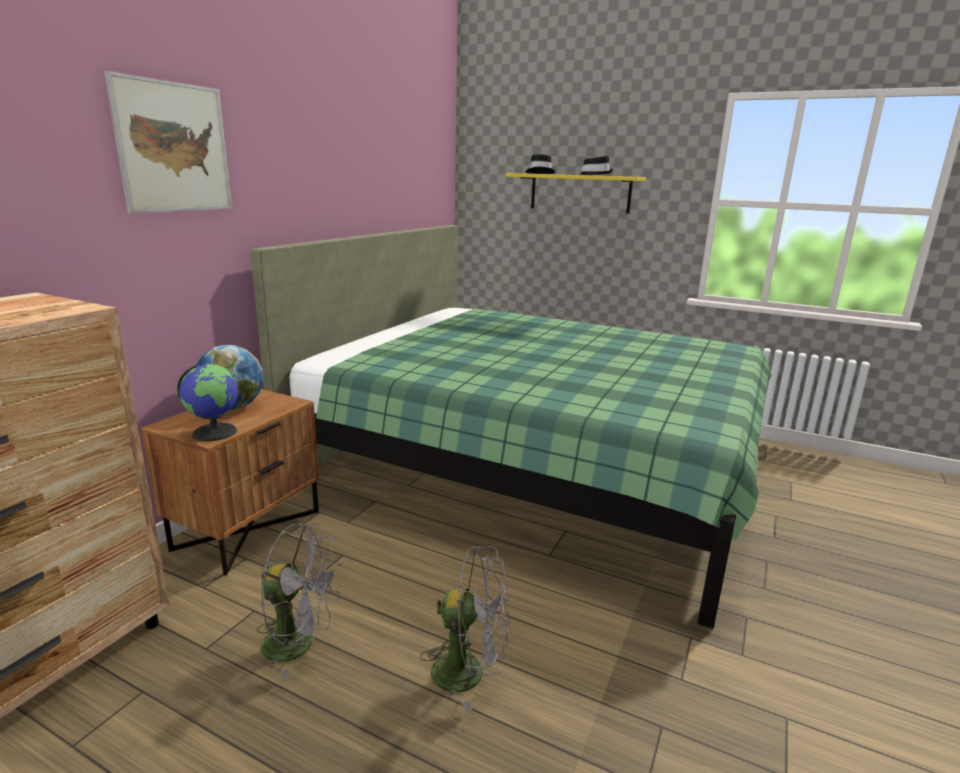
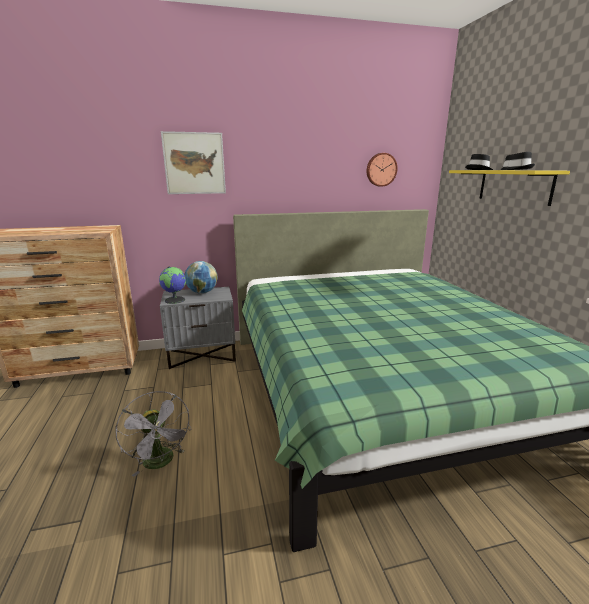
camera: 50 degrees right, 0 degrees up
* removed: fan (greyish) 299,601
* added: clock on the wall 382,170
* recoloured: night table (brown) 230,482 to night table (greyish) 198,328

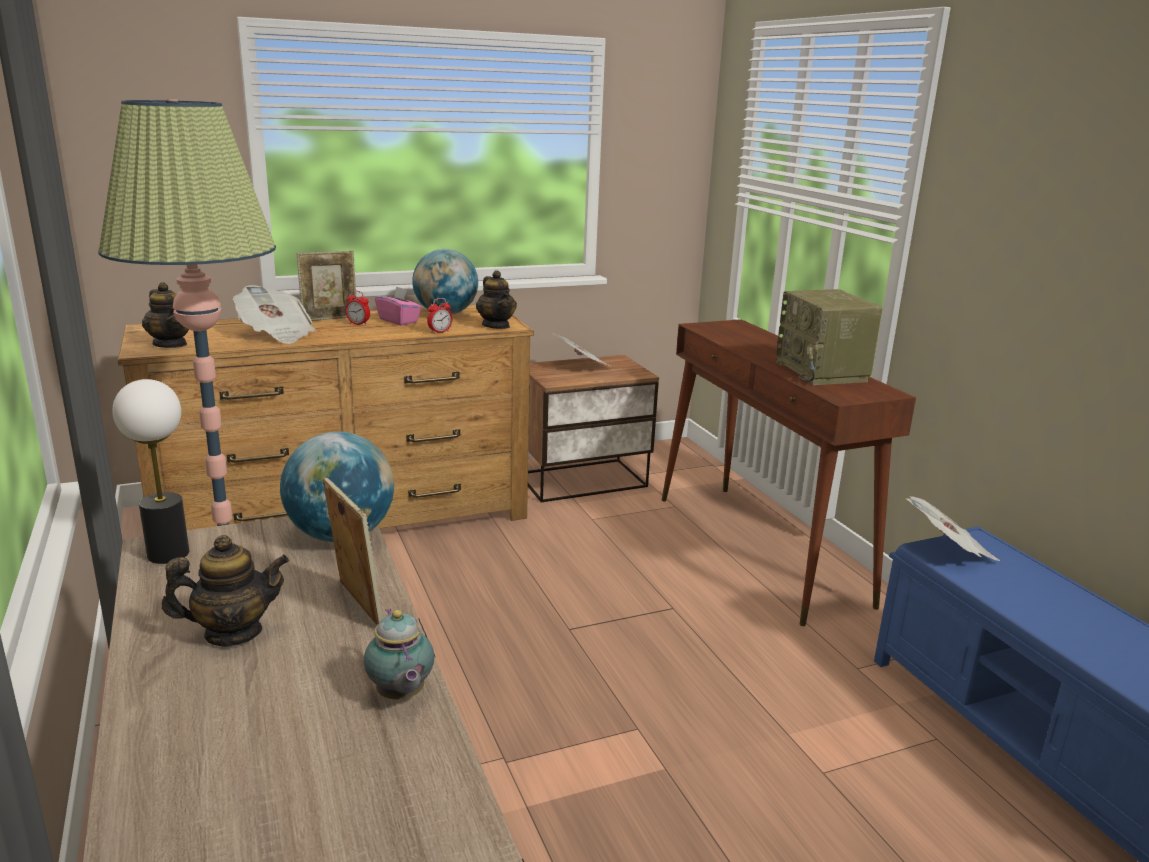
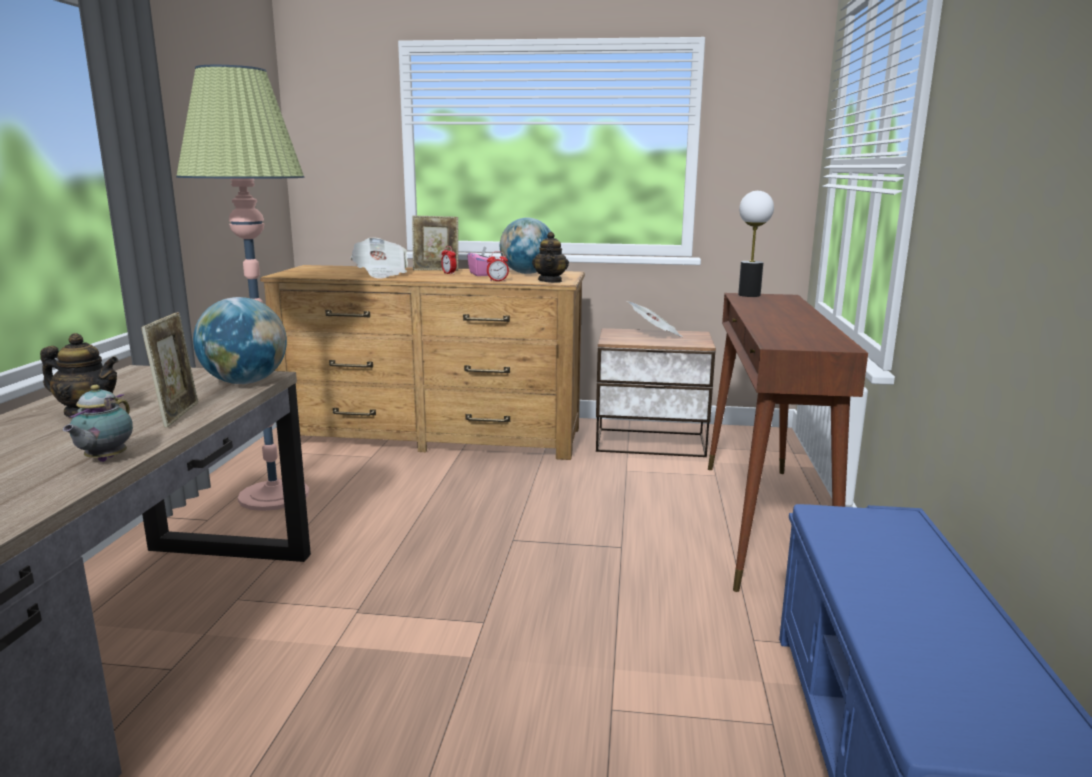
camera: 30 degrees right, 5 degrees down
* removed: teapot 165,315
* removed: radio set 829,337
* removed: daily paper 953,528
* moved: tabletop lamp 151,471 to 756,244

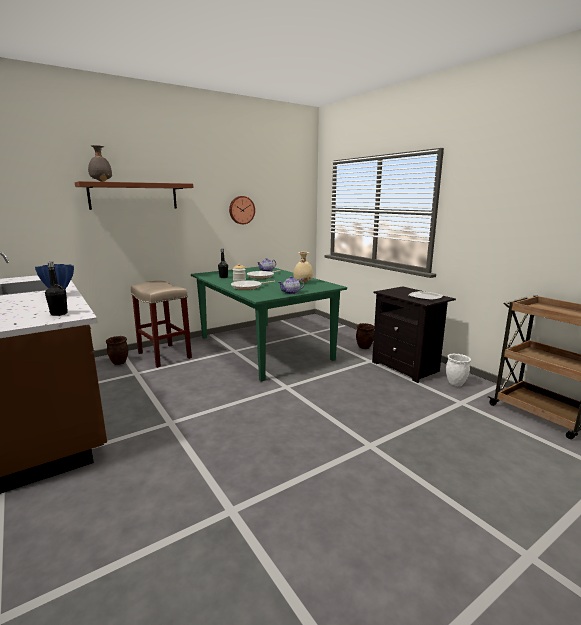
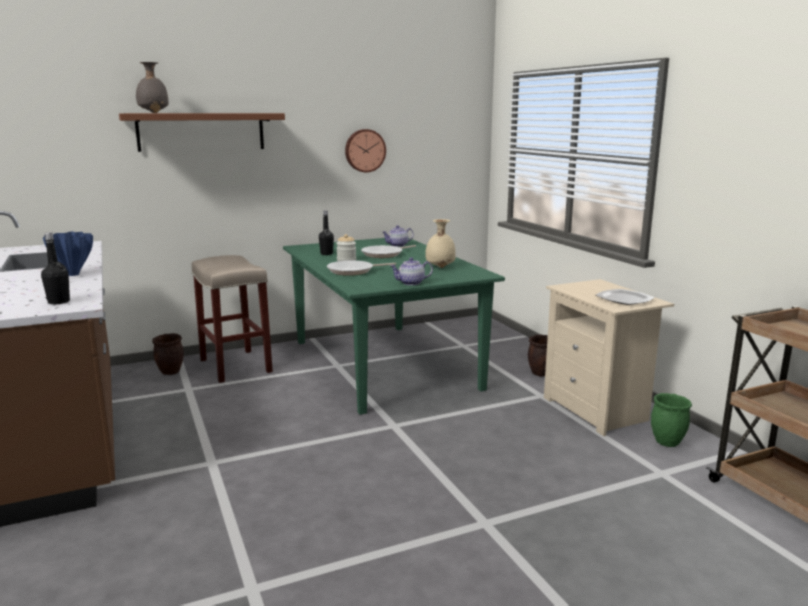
camera: 10 degrees right, 0 degrees up
* recoloured: night table (black-coloured) 414,334 to night table (beige) 609,357
* recoloured: flower pot (white) 458,370 to flower pot (green-coloured) 671,420

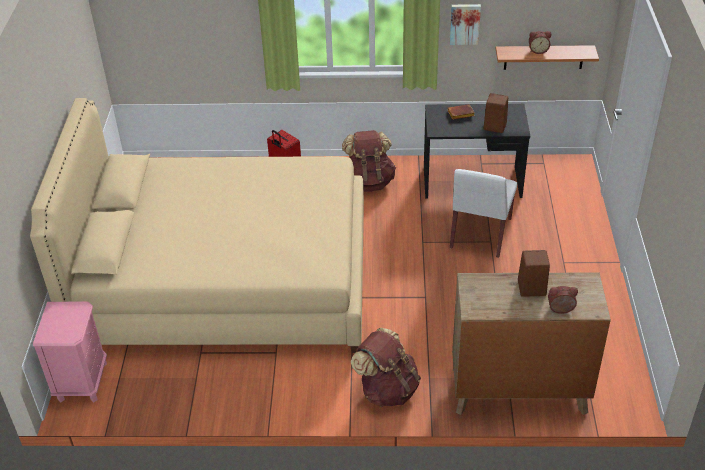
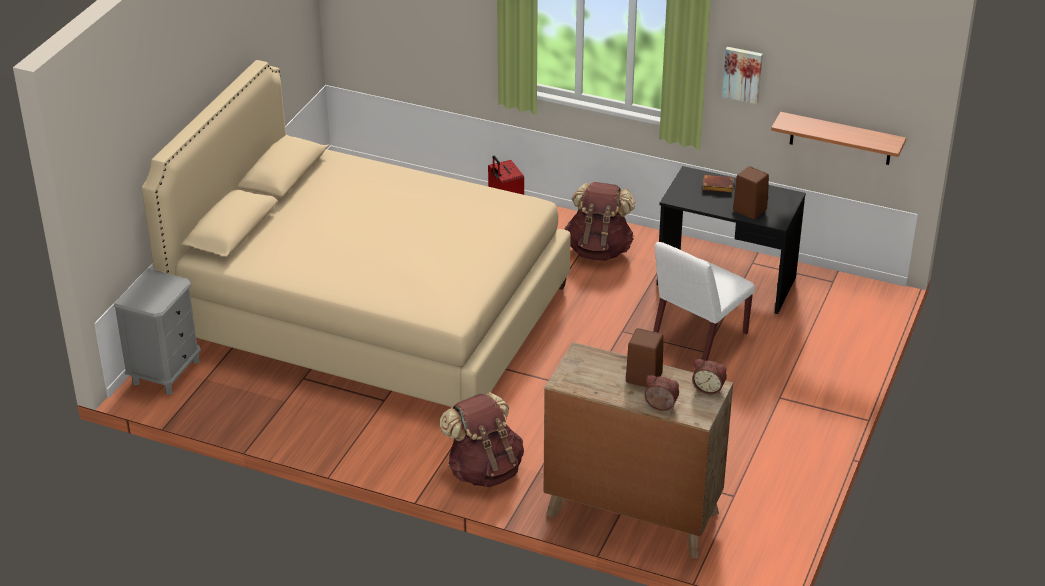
camera: 20 degrees right, 5 degrees down
* moved: bedside clock 540,42 to 709,377
* recoloured: night table (pink) 70,352 to night table (greyish) 157,331

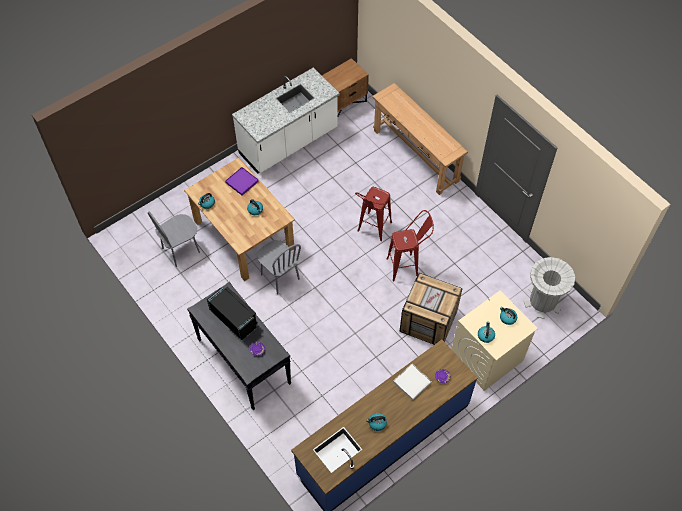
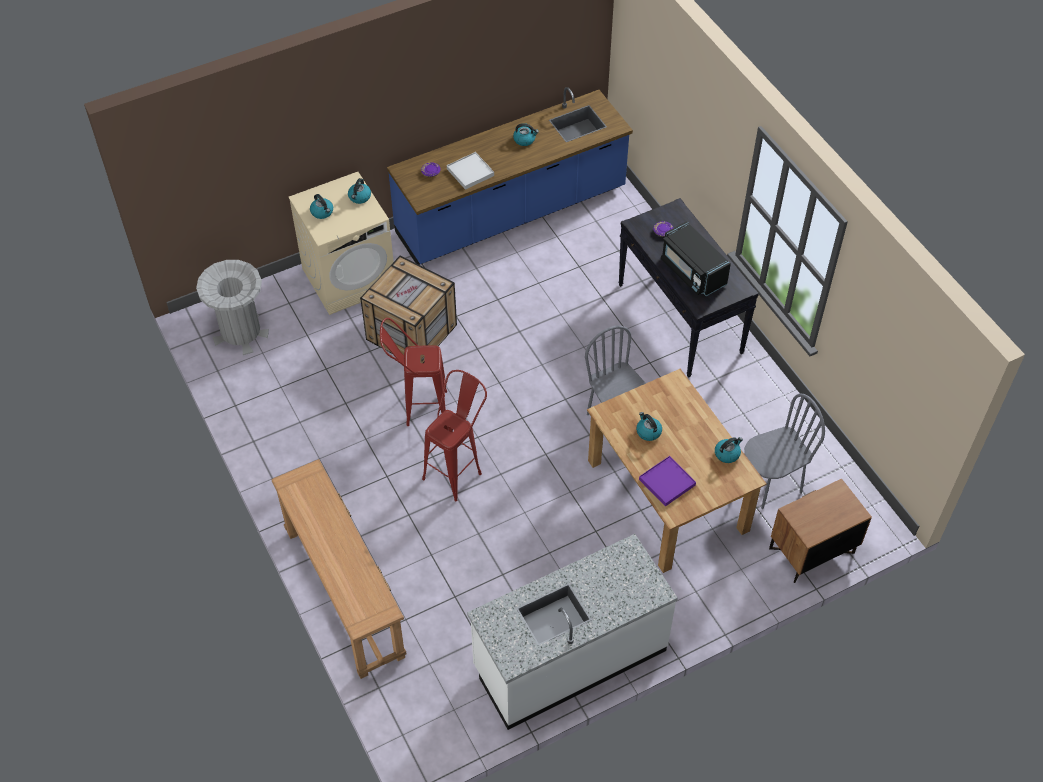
camera: 170 degrees left, 5 degrees down
* moved: night table (brown) 345,87 to 820,531

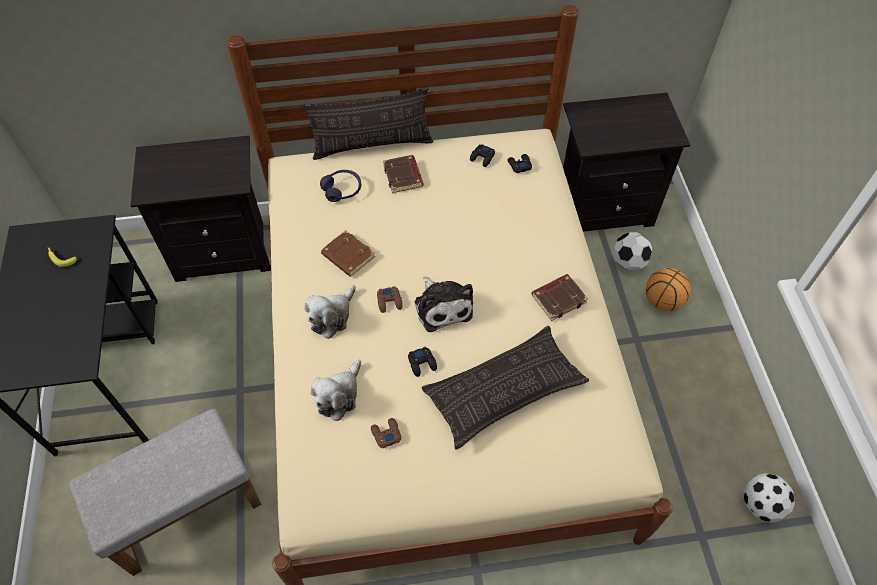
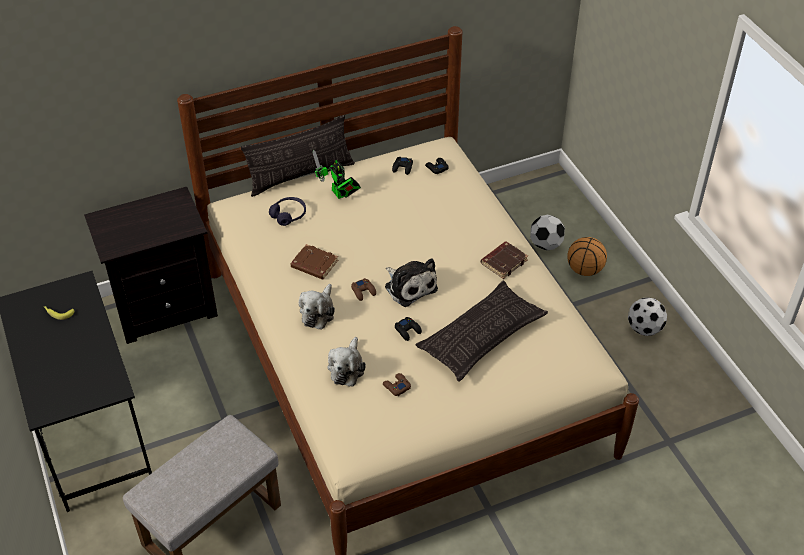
camera: 15 degrees left, 10 degrees down
* removed: night table (black-coloured) 626,162
* moved: ball for football 769,498 to 647,316
* replaced: volume (brown) 403,174 to model robot 336,174

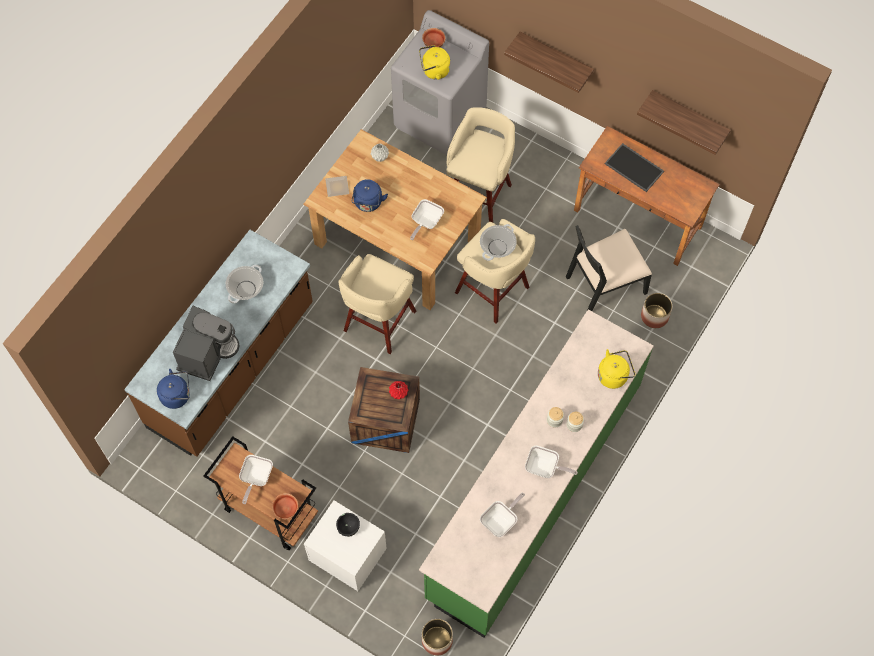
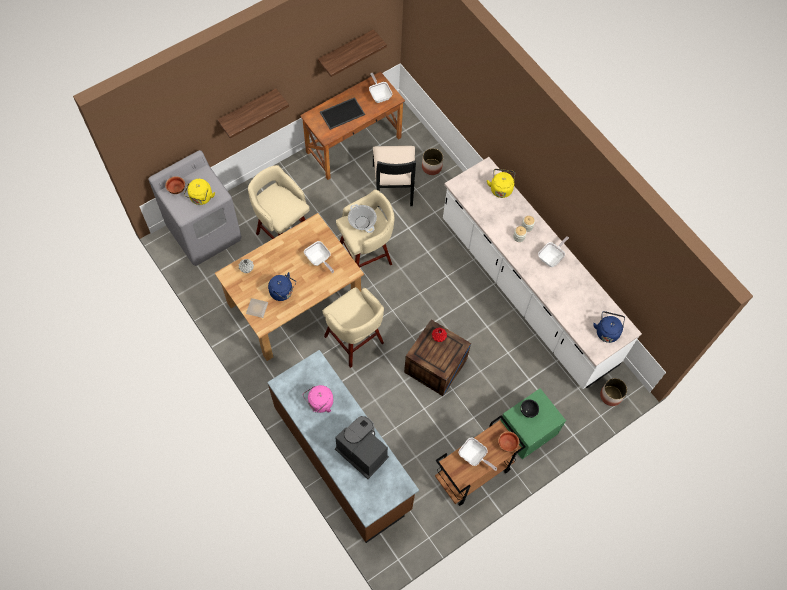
camera: 70 degrees left, 0 degrees up
* moved: water kettle (blue) 173,389 to 609,327
* moved: pan 502,515 to 380,88
* replaced: saucepot 245,284 to water kettle (pink) 318,399
* recoloured: night table (white) 345,545 to night table (green-coloured) 533,423
* recoloured: kitchen base unit (green-coloured) 536,473 to kitchen base unit (white) 542,273

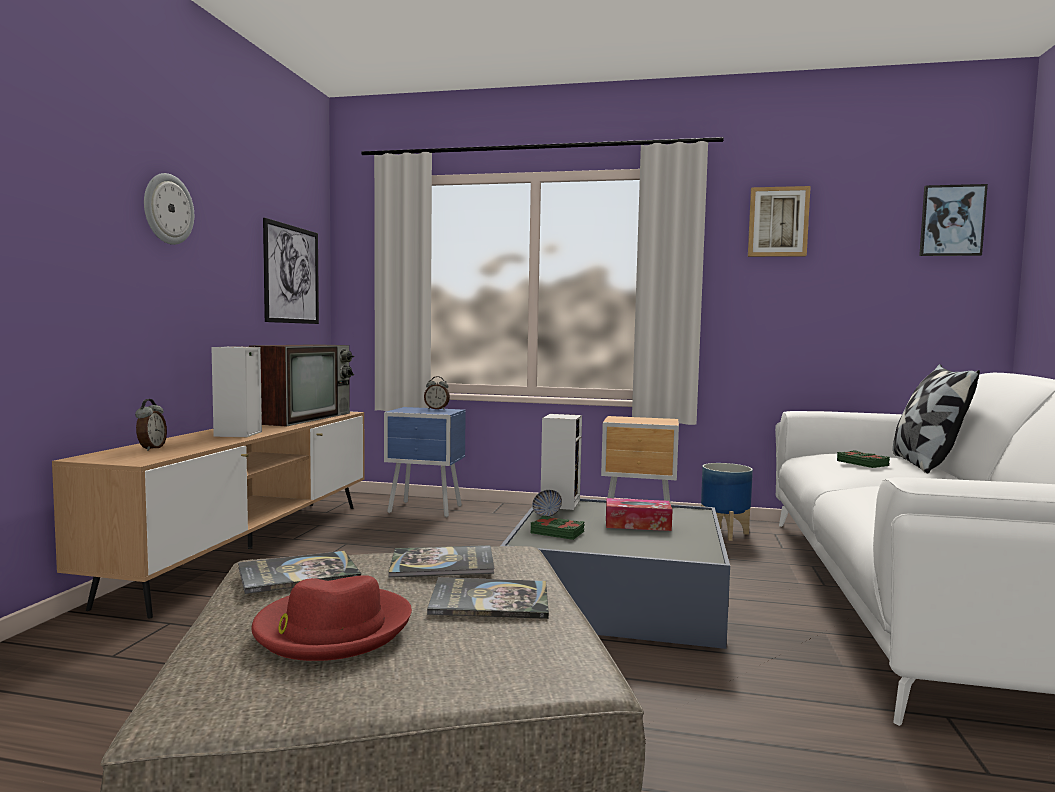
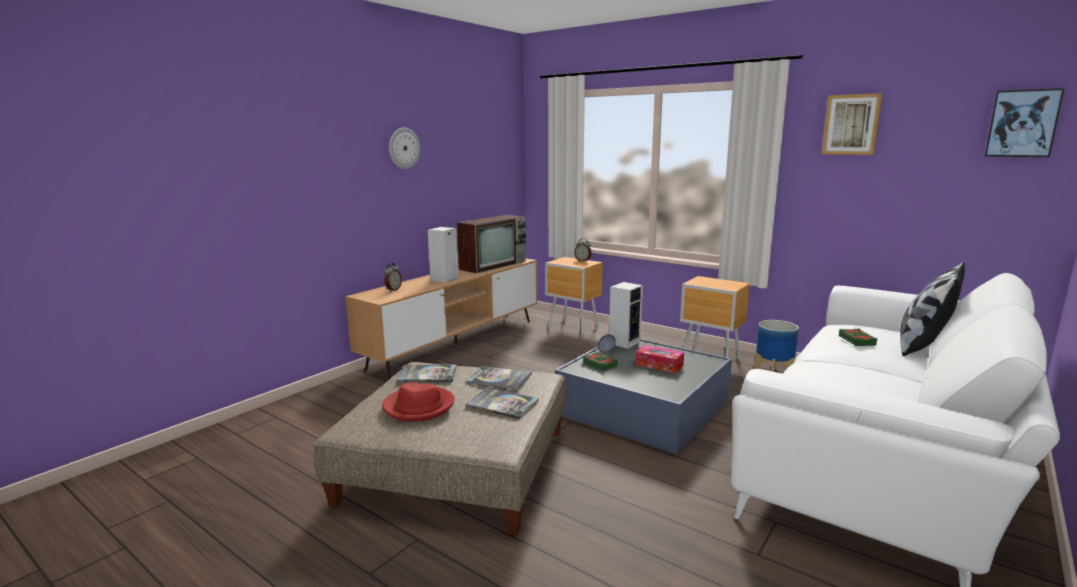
camera: 25 degrees right, 10 degrees up
* removed: picture 291,271
* recoloured: night table (blue) 425,462 to night table (brown) 574,296

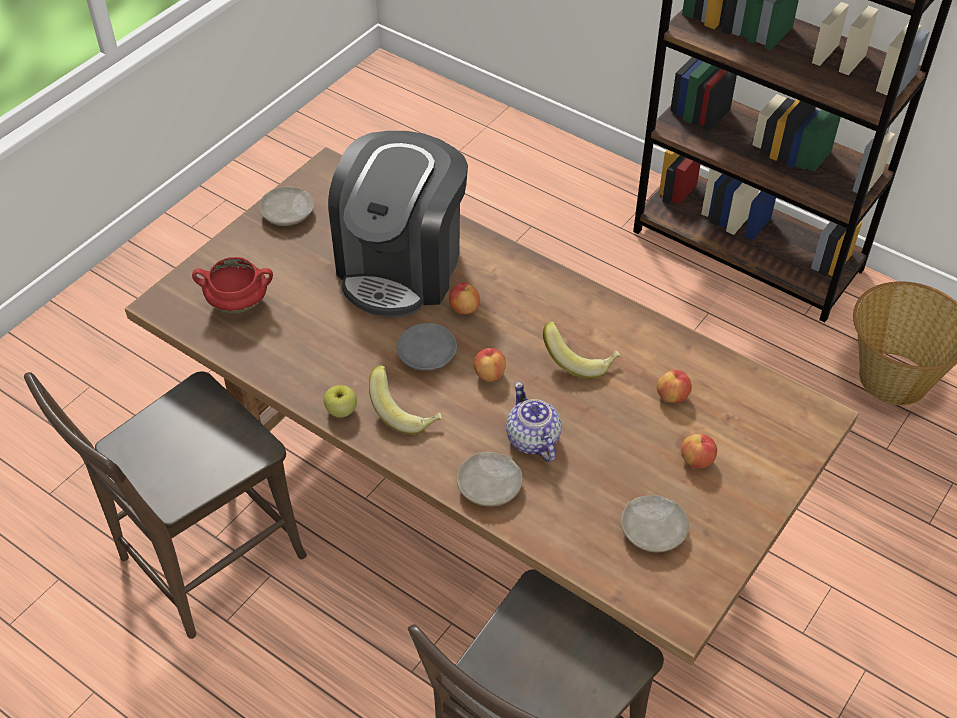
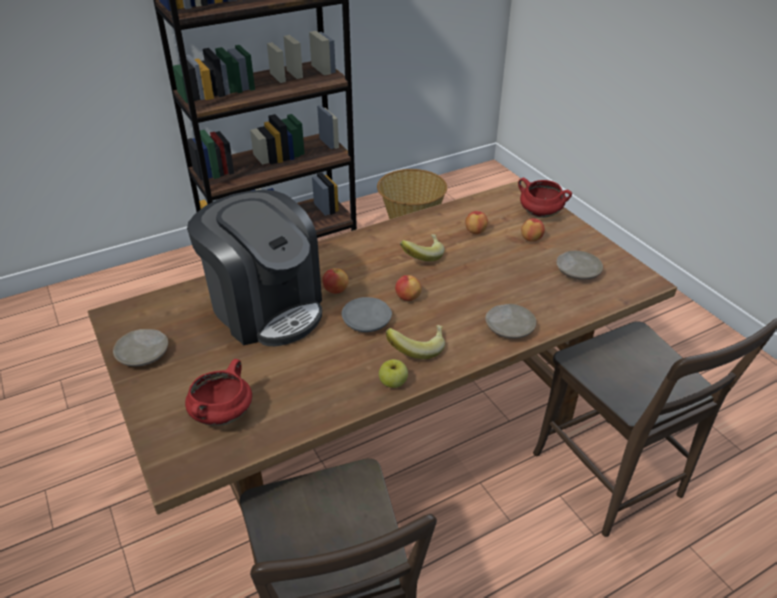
camera: 65 degrees left, 10 degrees down
* removed: teapot 534,422
* added: saucepot (reddish) 545,198

